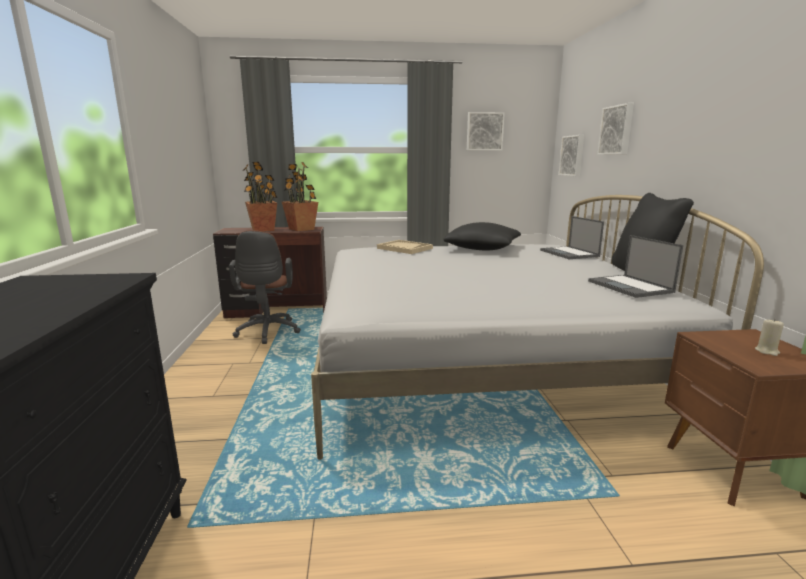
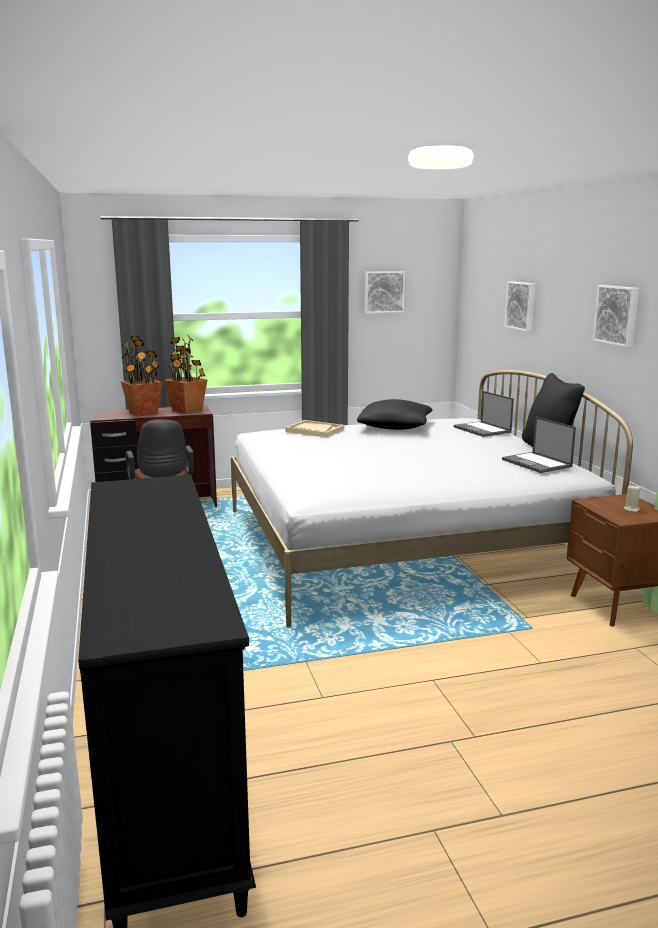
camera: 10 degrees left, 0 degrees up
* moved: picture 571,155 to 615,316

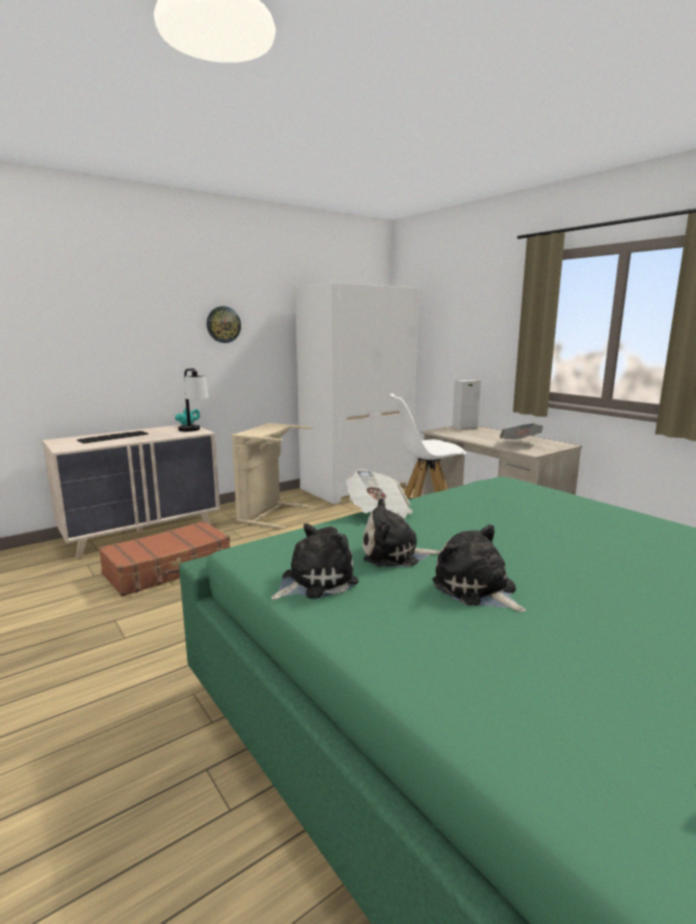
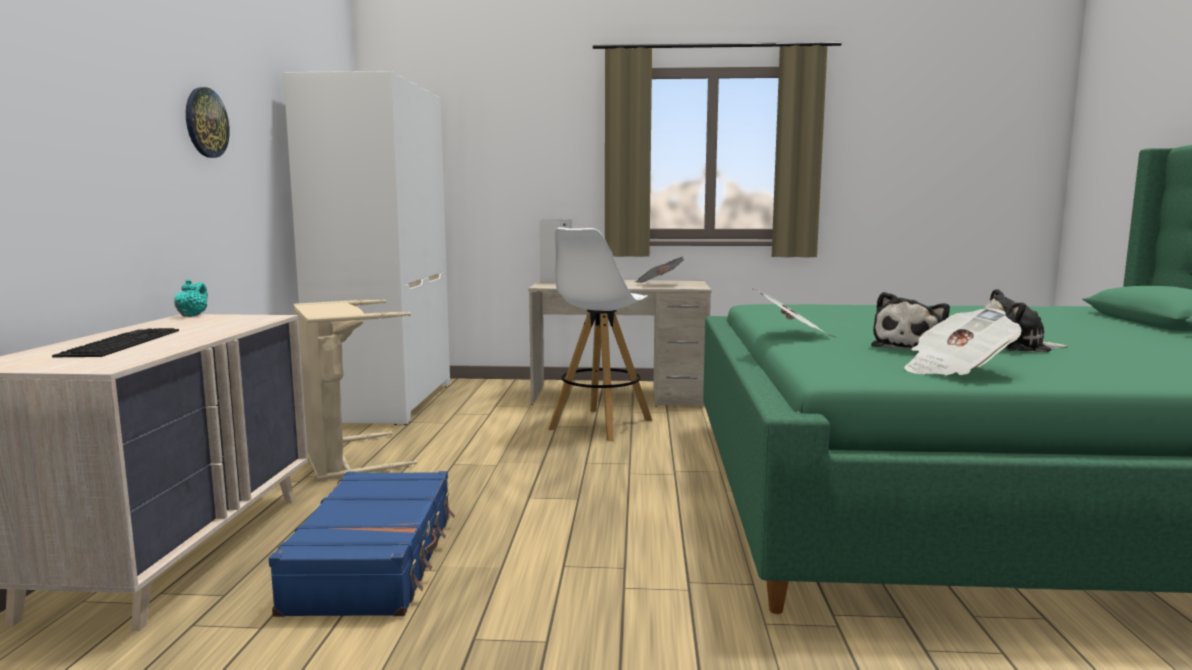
camera: 50 degrees left, 5 degrees down
* removed: tabletop lamp 193,400
* replaced: soft toy 314,561 to daily paper 963,341
* recoloured: travel case (brown) 164,559 to travel case (blue) 362,544

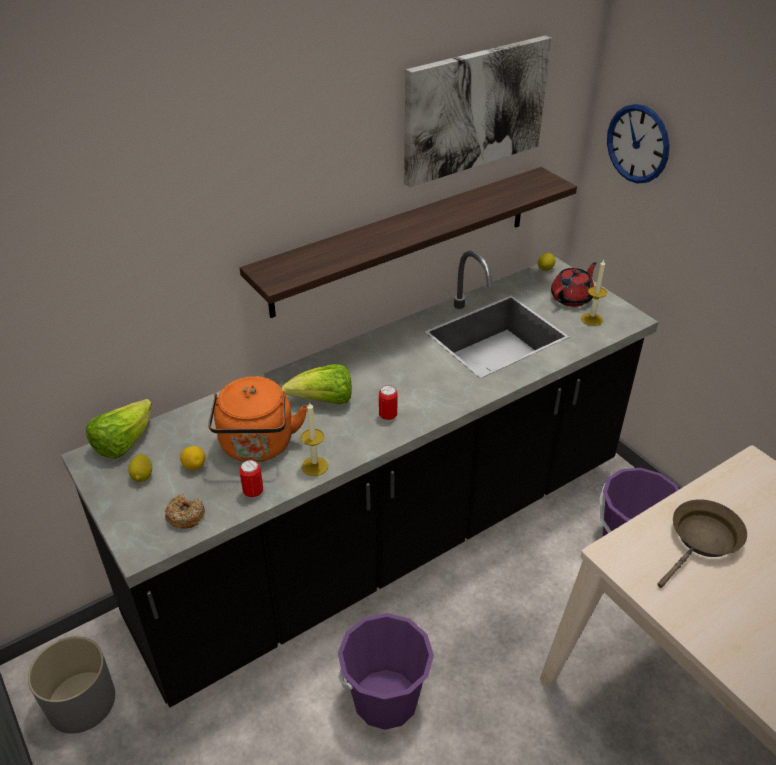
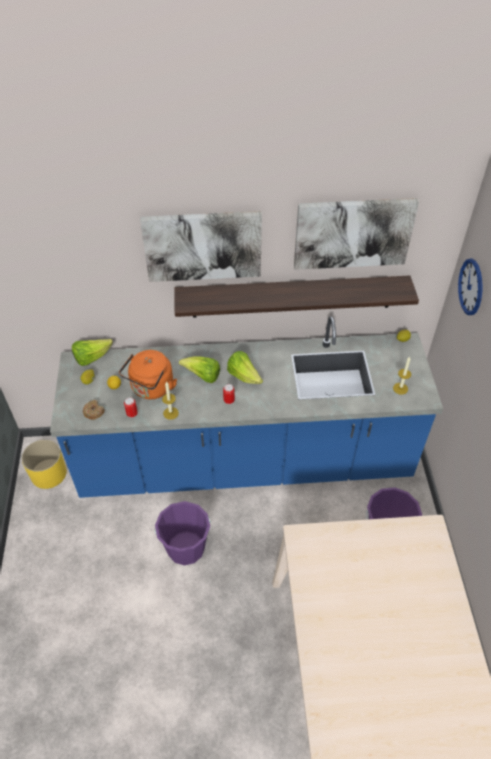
camera: 30 degrees right, 10 degrees up
* removed: teapot (reddish) 574,284
* removed: pan (brown) 702,543
* added: picture 201,246
* added: head of lettuce 245,367
* recoloured: flower pot (greyish) 71,685 to flower pot (yellow) 44,464
* recoloured: kitchen base unit (black-coloured) 359,479 to kitchen base unit (blue) 246,407

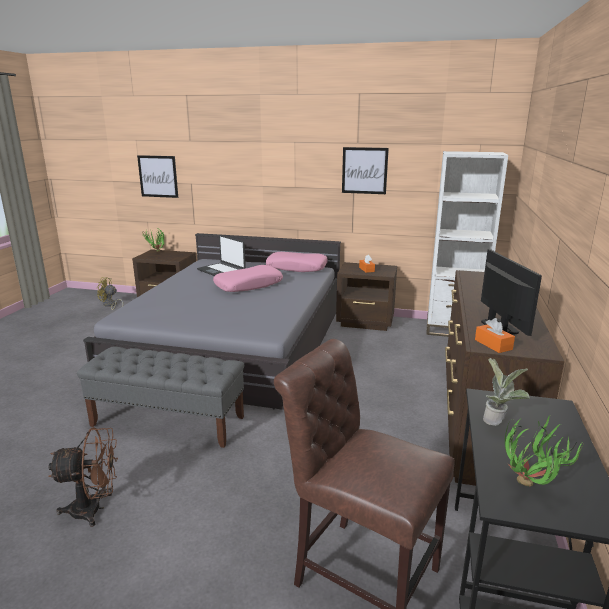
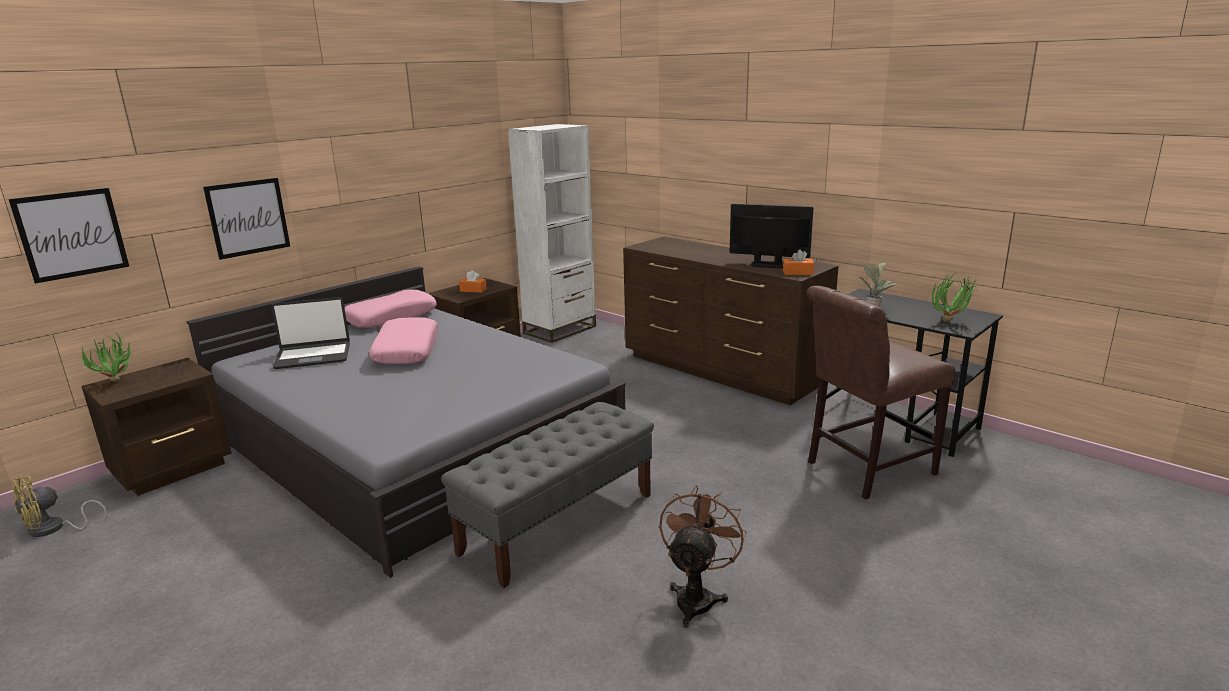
camera: 60 degrees left, 0 degrees up
* moved: picture 365,170 to 246,219

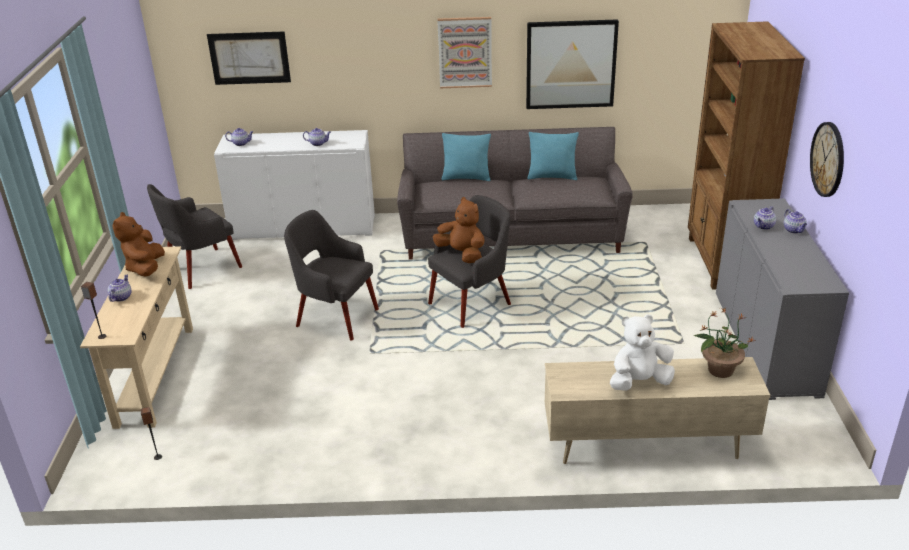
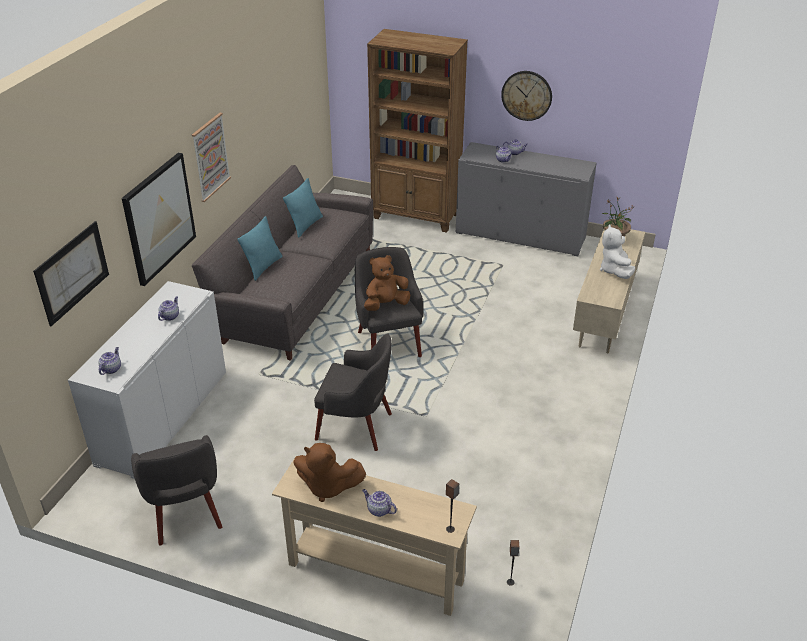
camera: 70 degrees left, 5 degrees up
* moved: picture 572,64 to 159,219
* turned: armchair (greyish) 331,275 = 353,392 120 degrees counterclockwise

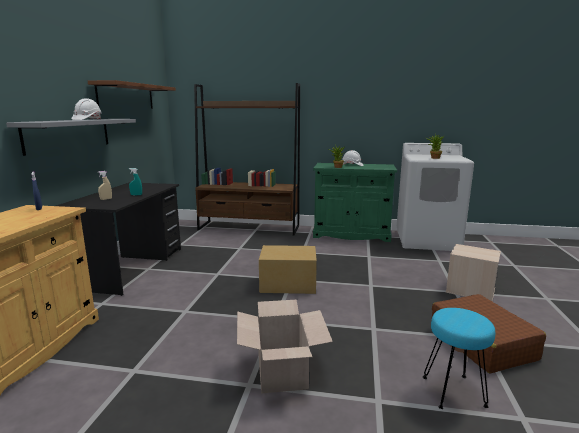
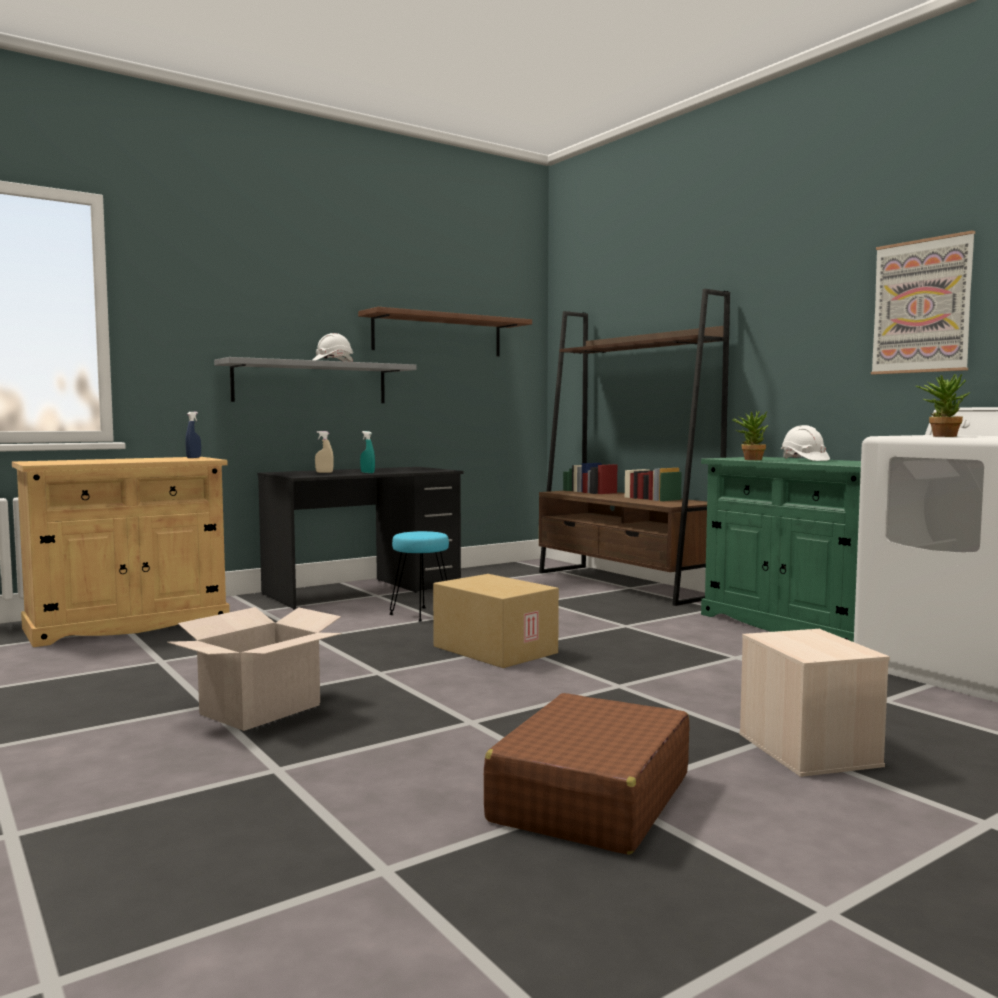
camera: 45 degrees right, 10 degrees down
* added: picture 923,302
* moved: sitting stool (turquoise) 459,358 to 419,576

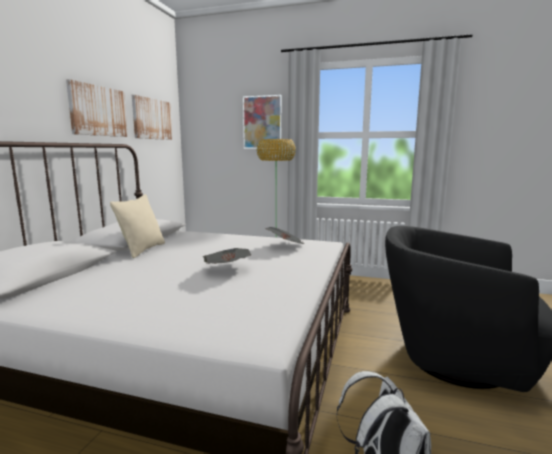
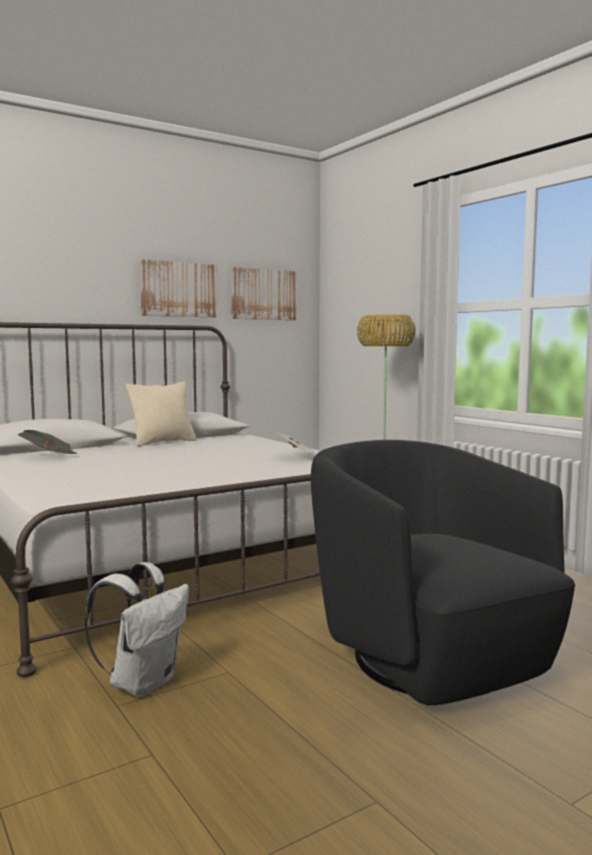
camera: 40 degrees right, 5 degrees down
* removed: picture 262,122
* moved: daily paper 227,256 to 47,442

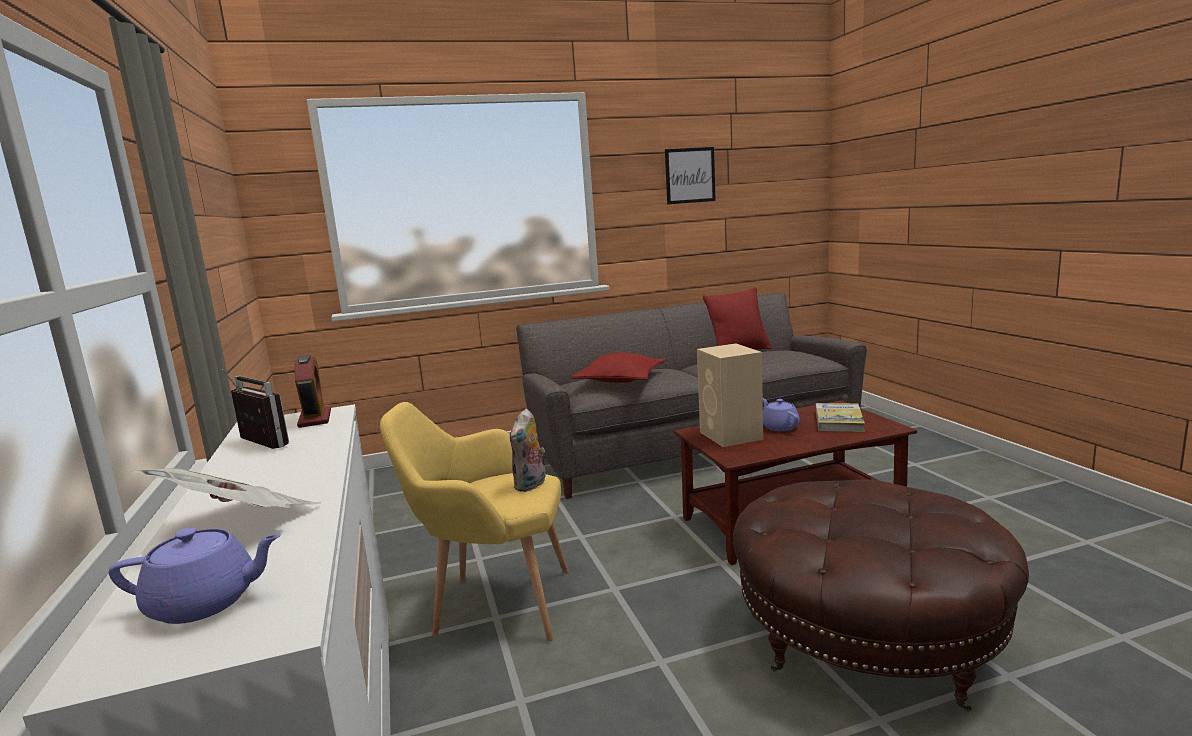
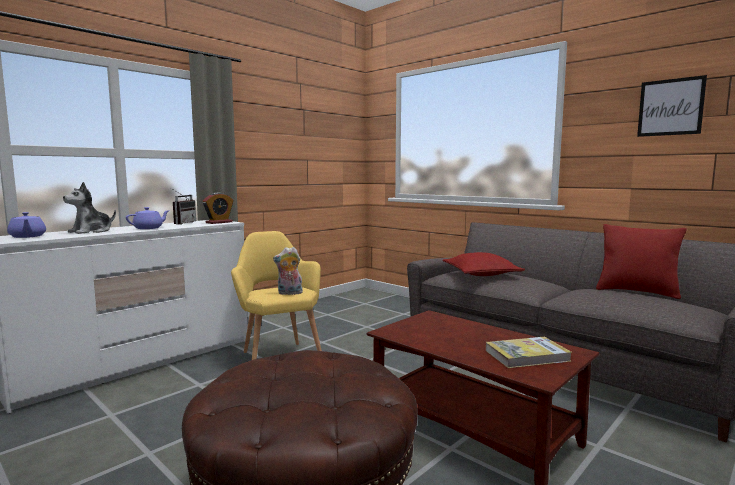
camera: 60 degrees right, 5 degrees down
* removed: loudspeaker (beige) 730,395
* moved: teapot (purple-coloured) 781,414 to 148,218
* replaced: daily paper 226,488 to soft toy 89,208

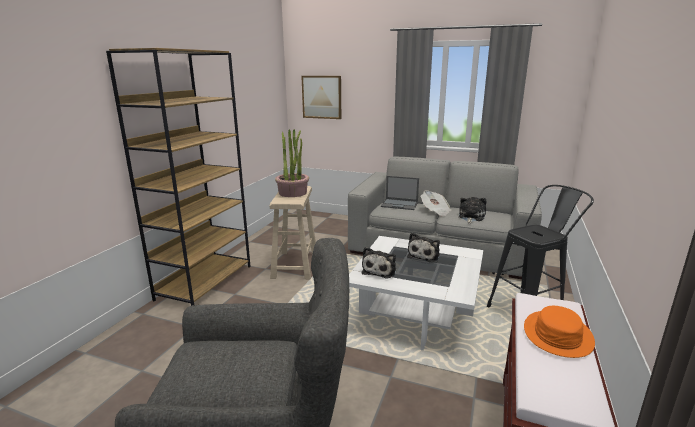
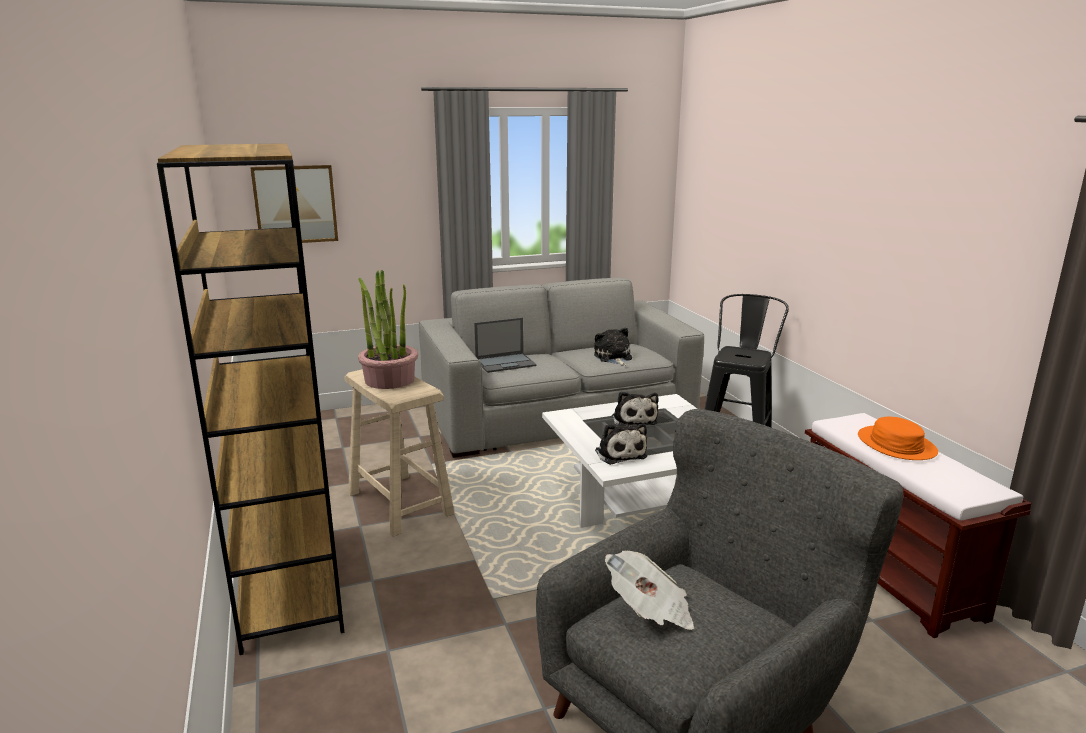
camera: 40 degrees left, 0 degrees up
* moved: daily paper 436,203 to 649,590

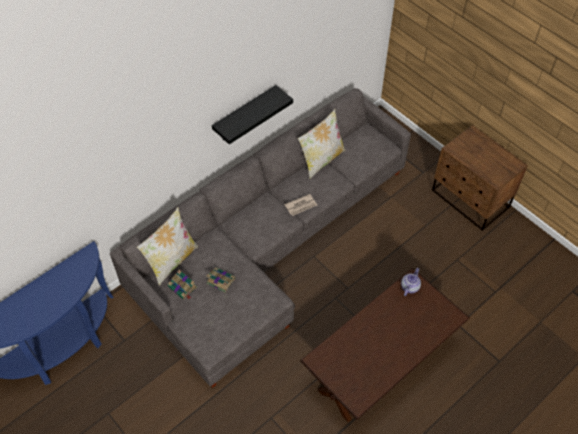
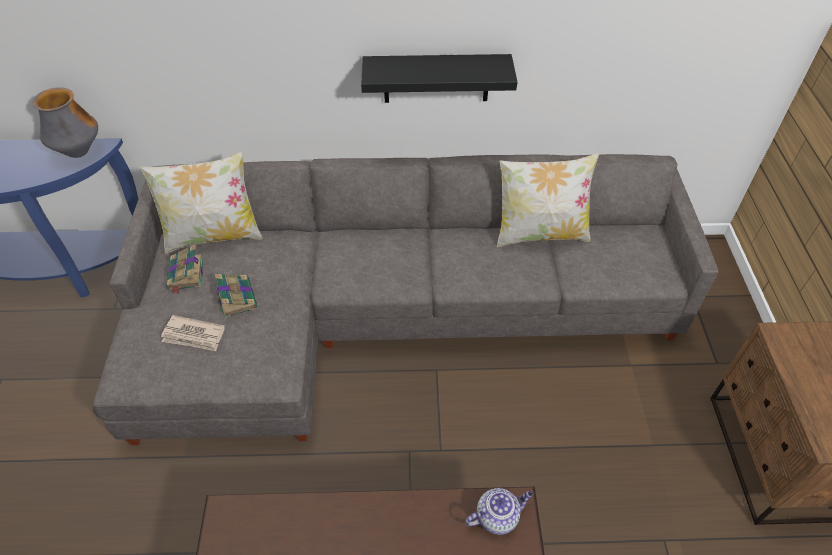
camera: 40 degrees right, 5 degrees down
* added: decorative vase 65,122
* moved: daily paper 300,205 to 193,333

